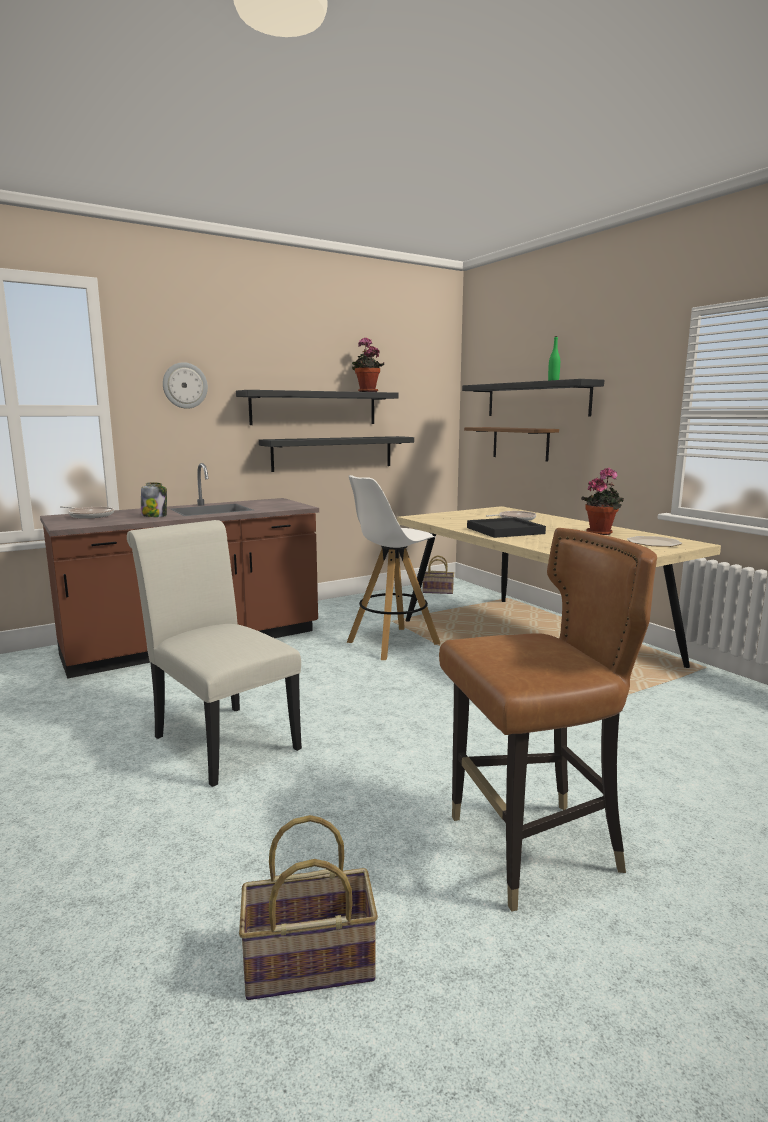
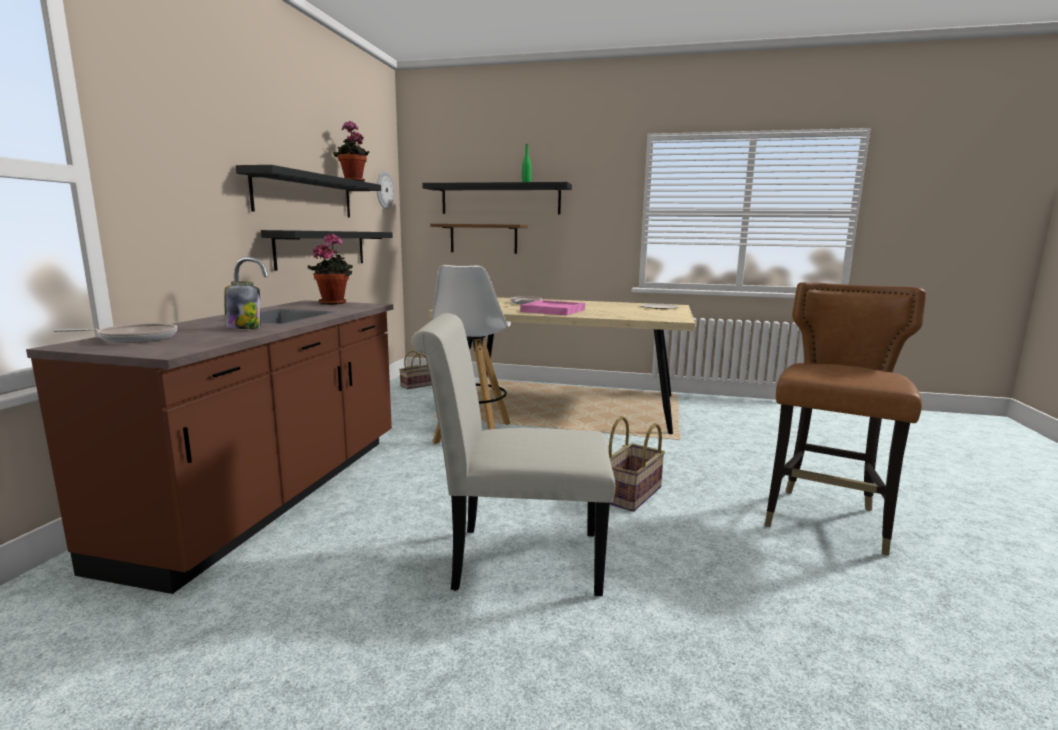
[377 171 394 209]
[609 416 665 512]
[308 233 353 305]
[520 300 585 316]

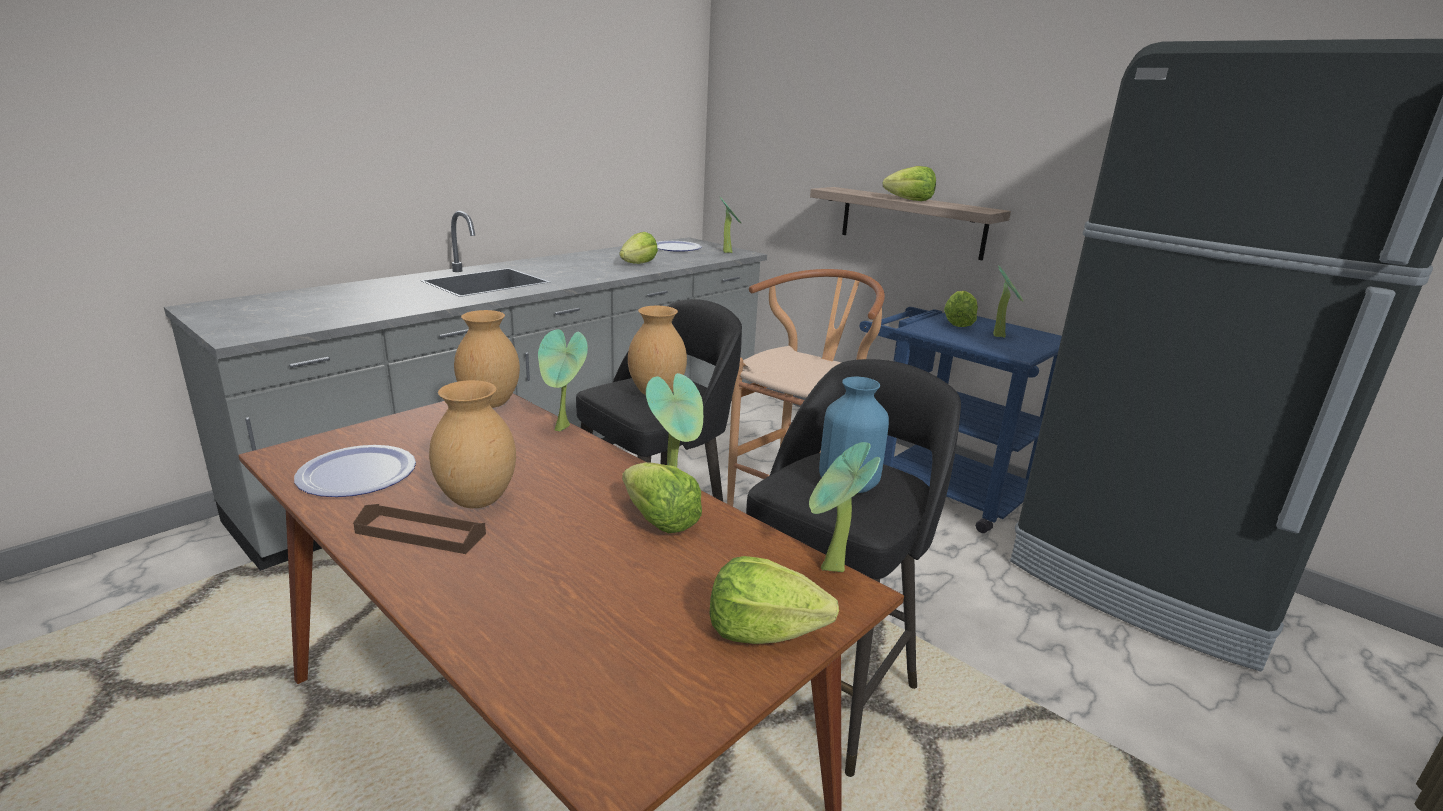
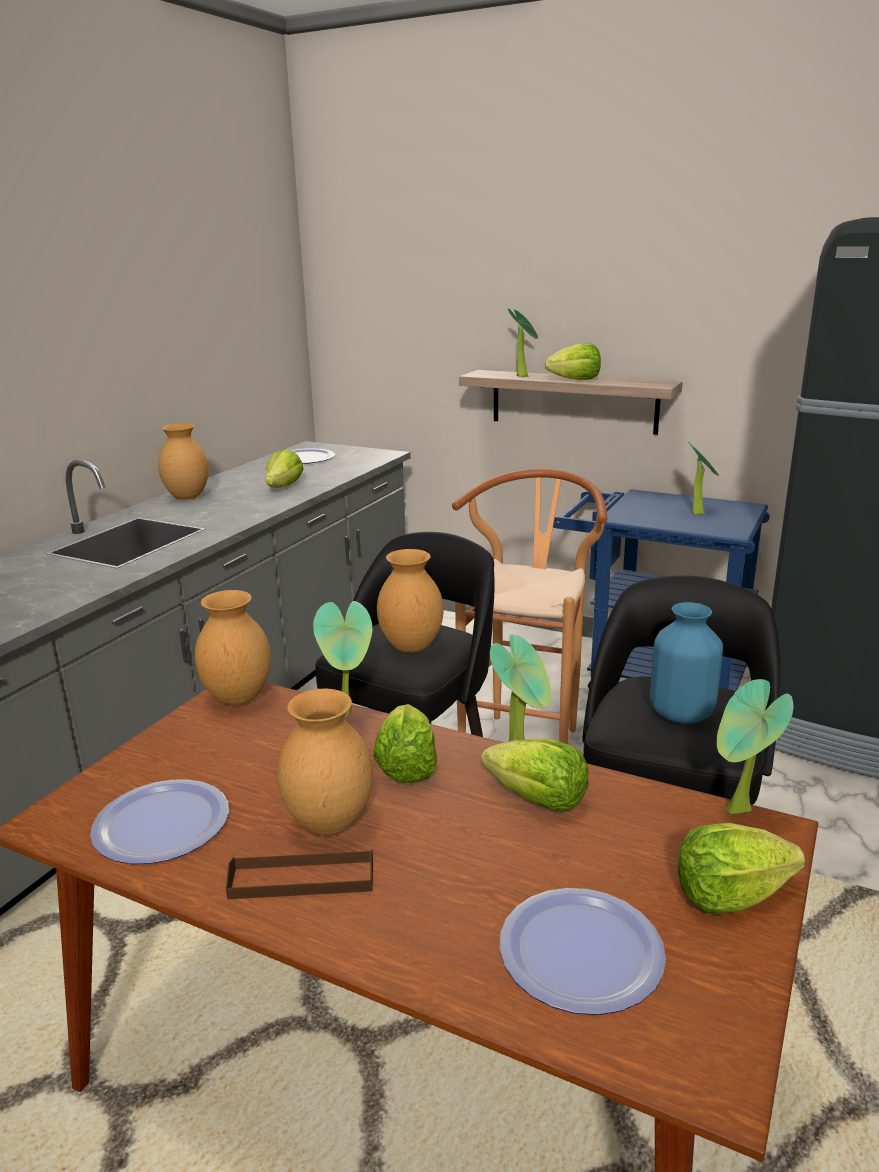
[158 423 209 500]
[500 888 666 1015]
[508 308 538 377]
[374 704 437 783]

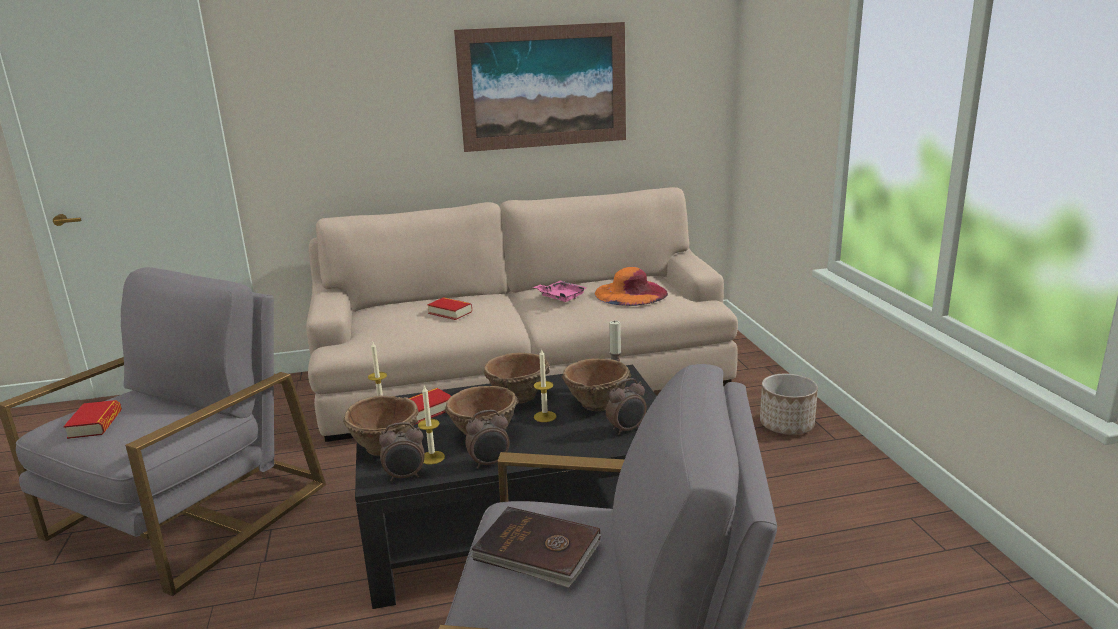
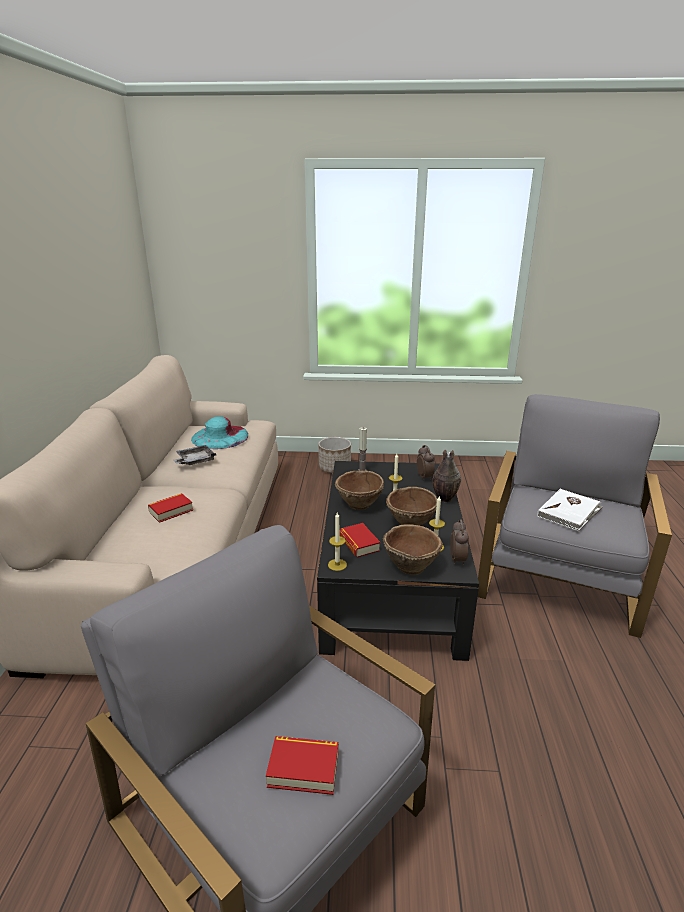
[454 22 626 152] (first image)
[465 410 510 469] (first image)
[562 358 631 411] (first image)
[432 450 461 502]
[537 489 603 531]
[173 445 216 465]
[191 416 248 449]

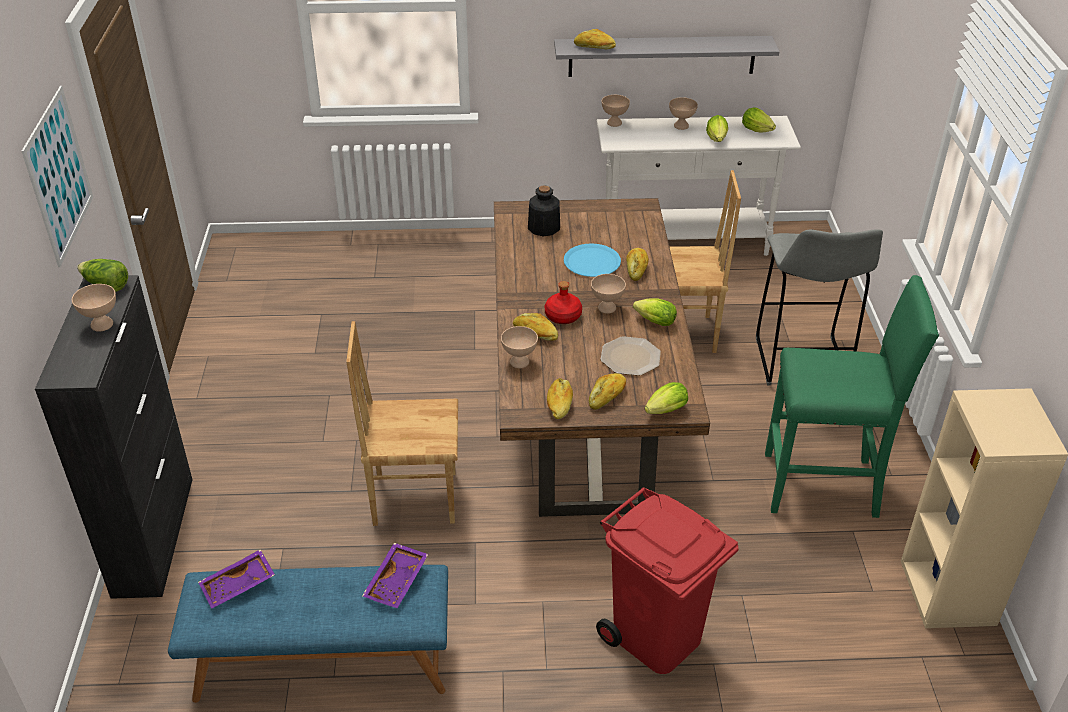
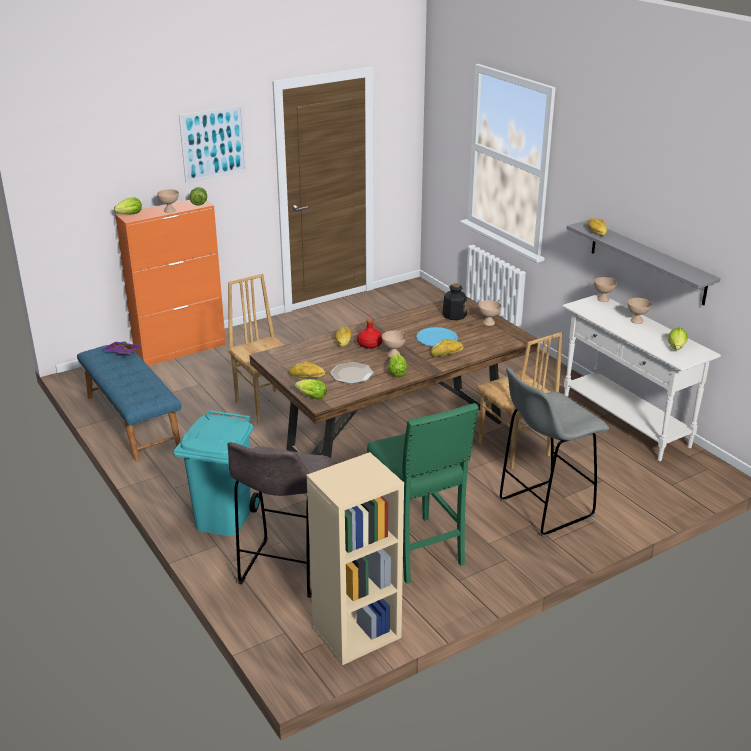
[362 543 428 608] (first image)
[547 378 573 419] (first image)
[227 442 334 598]
[478 300 502 326]
[114 197 142 215]
[115 200 226 366]
[174 410 260 536]

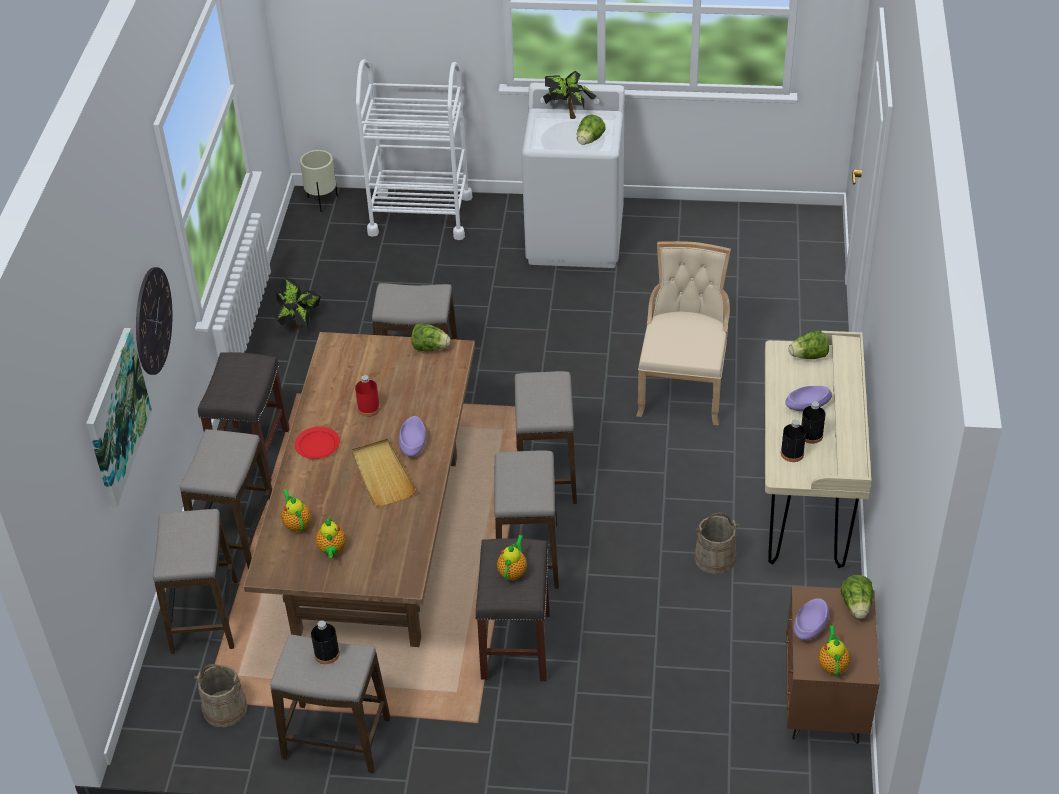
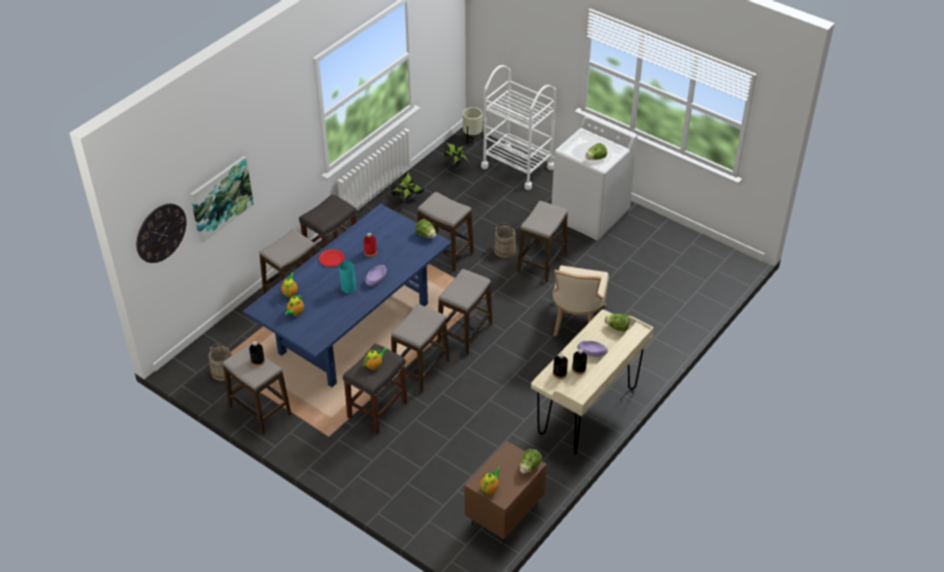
[794 598 829 640] (first image)
[136 204 187 263]
[517 201 568 282]
[443 142 469 171]
[494 222 516 258]
[339 261 356 293]
[243 204 452 387]
[552 265 609 336]

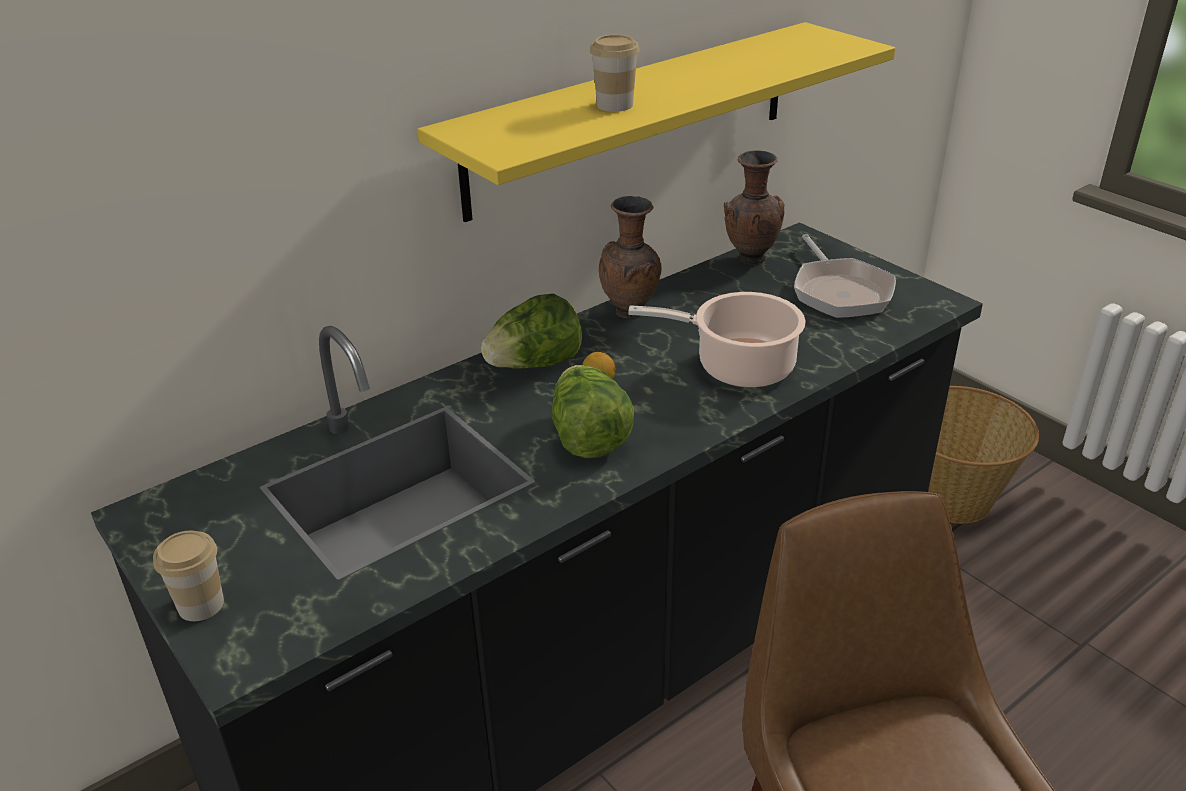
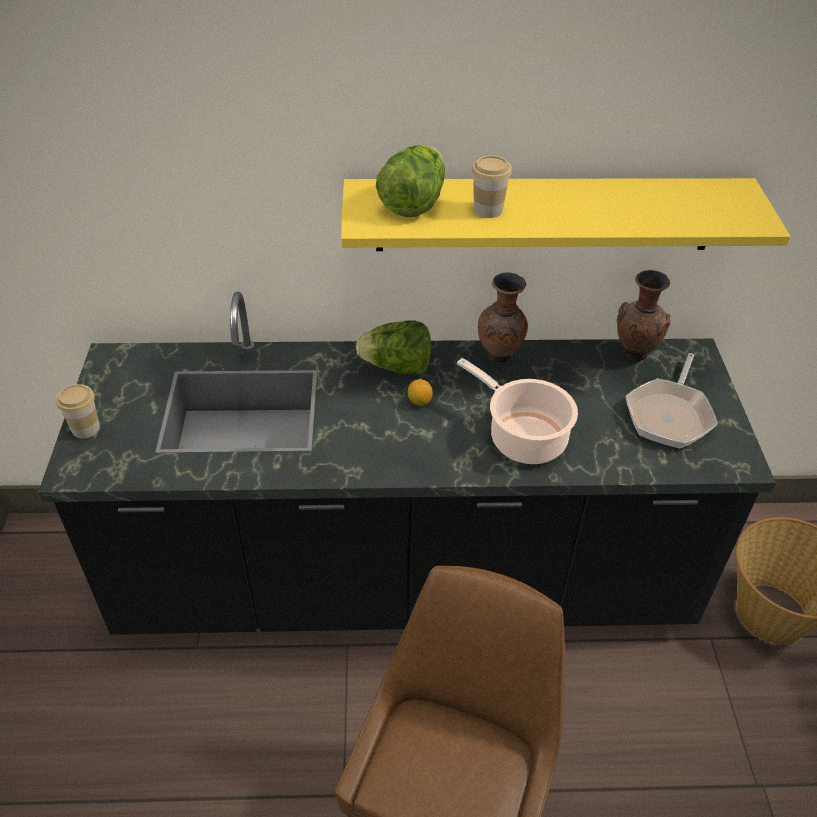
[376 145 445 217]

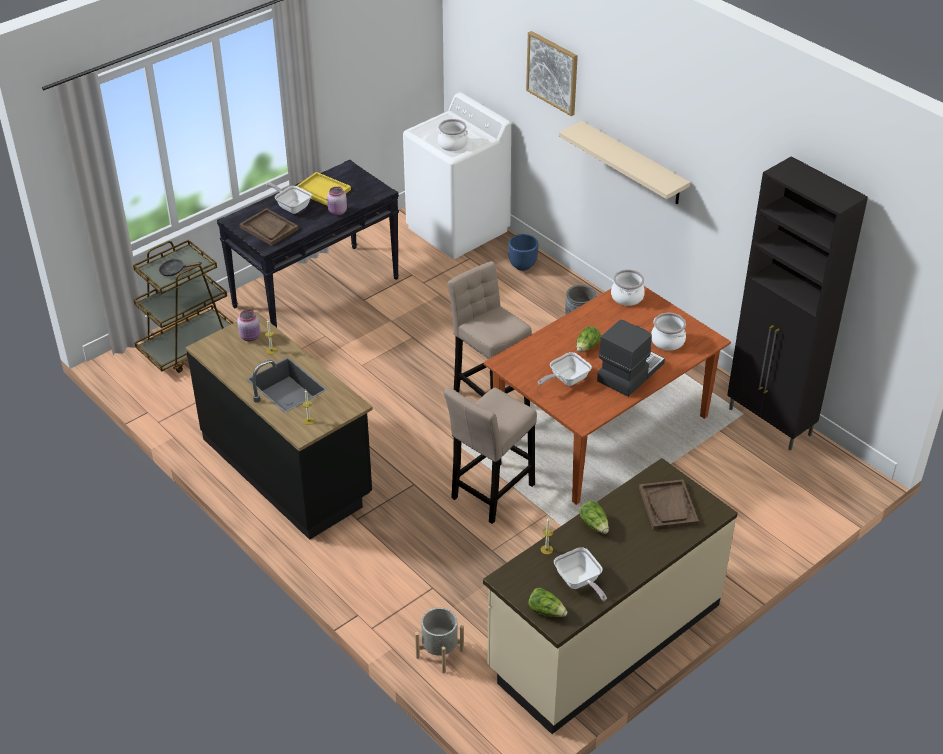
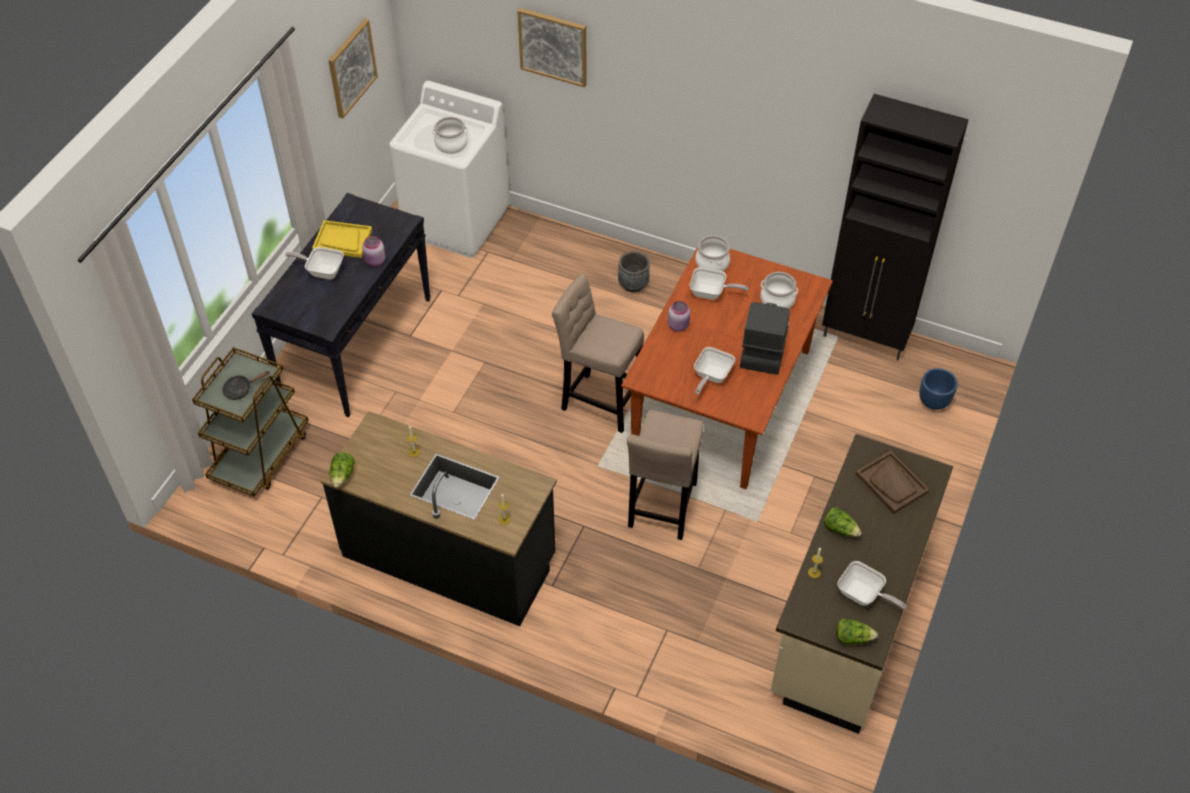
[239 208 299 246] (first image)
[415 607 464 673] (first image)
[559 121 690 205] (first image)
[328 19 378 118]
[690 267 749 300]
[668 301 690 332]
[920 368 958 410]
[330 452 355 488]

